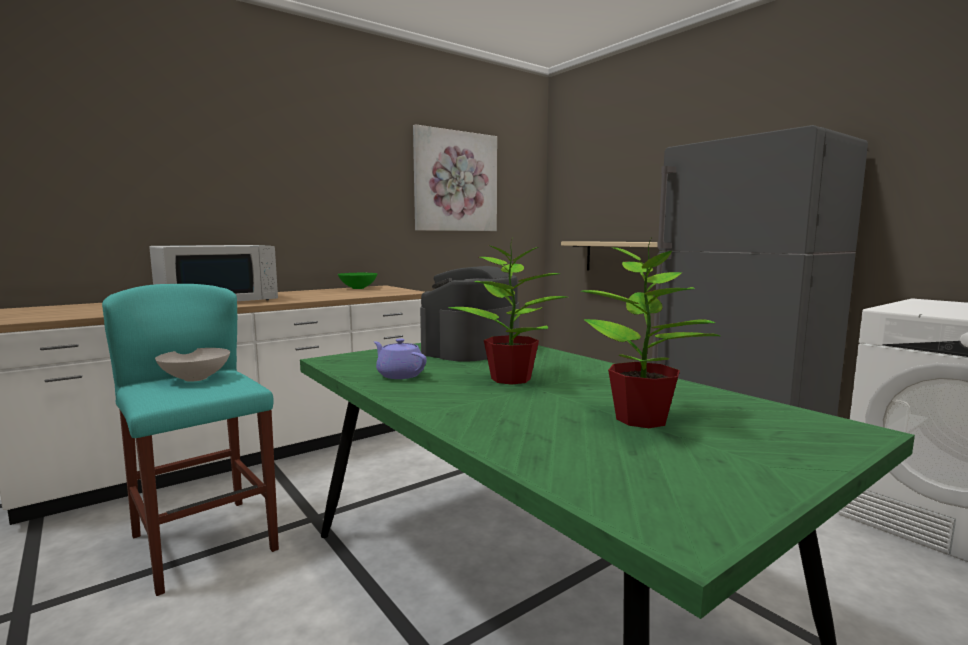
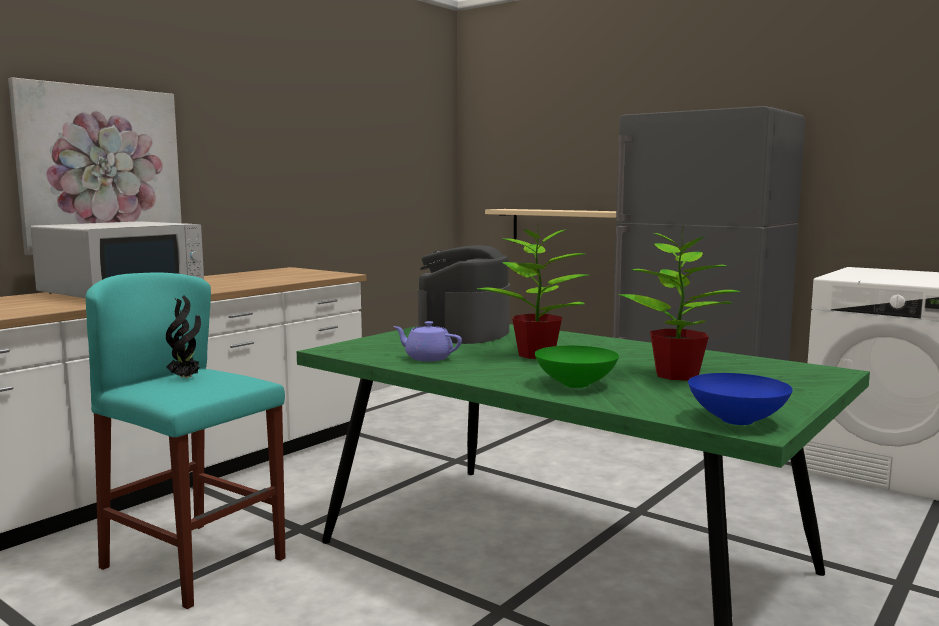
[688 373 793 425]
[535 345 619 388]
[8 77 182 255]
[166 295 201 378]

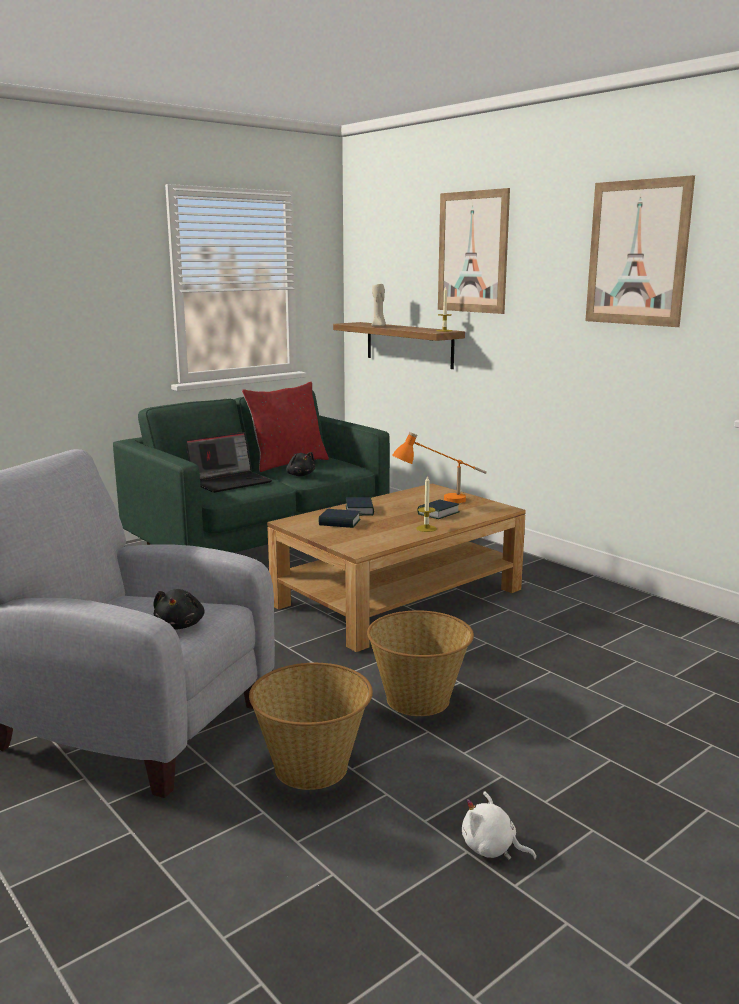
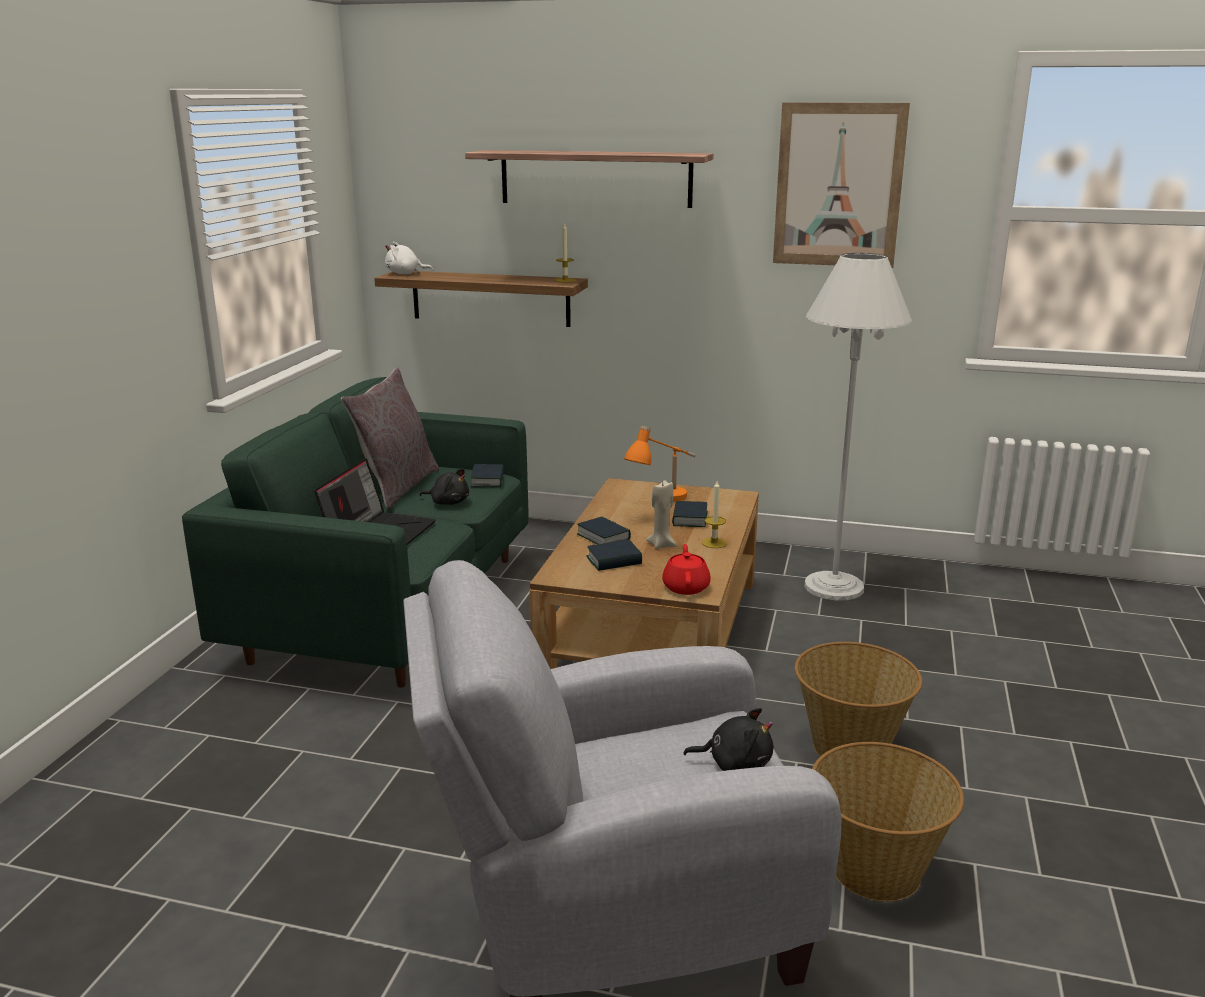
[471 464 504 487]
[662 544 711 595]
[804 253 912 601]
[646 481 677 549]
[385 242 433 274]
[465 150 714 208]
[341 367 439 509]
[683 708 774 771]

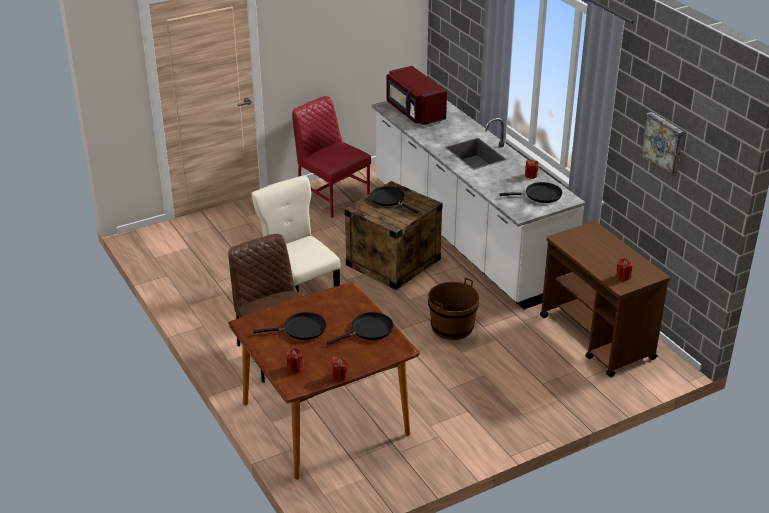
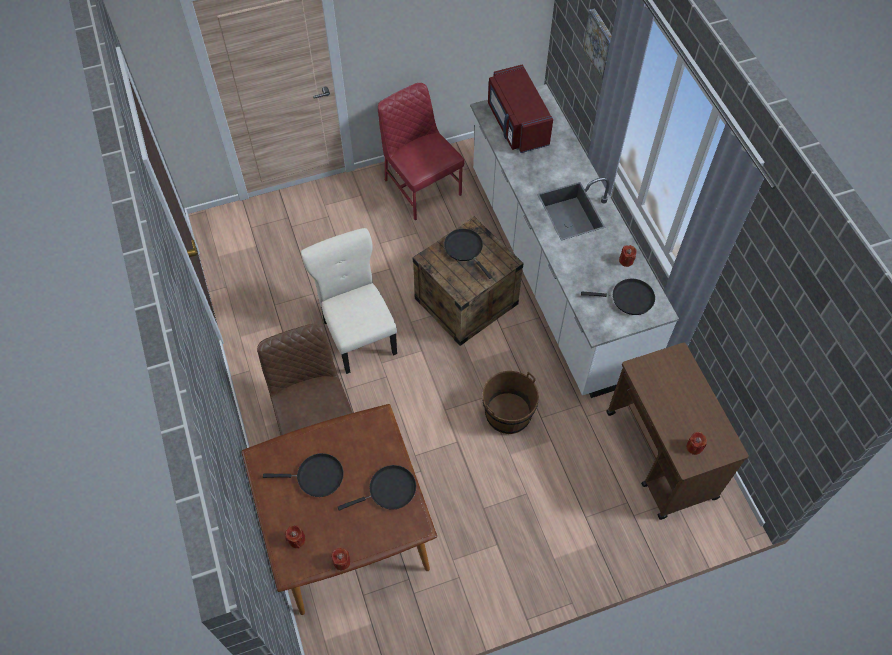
[583 8 612 80]

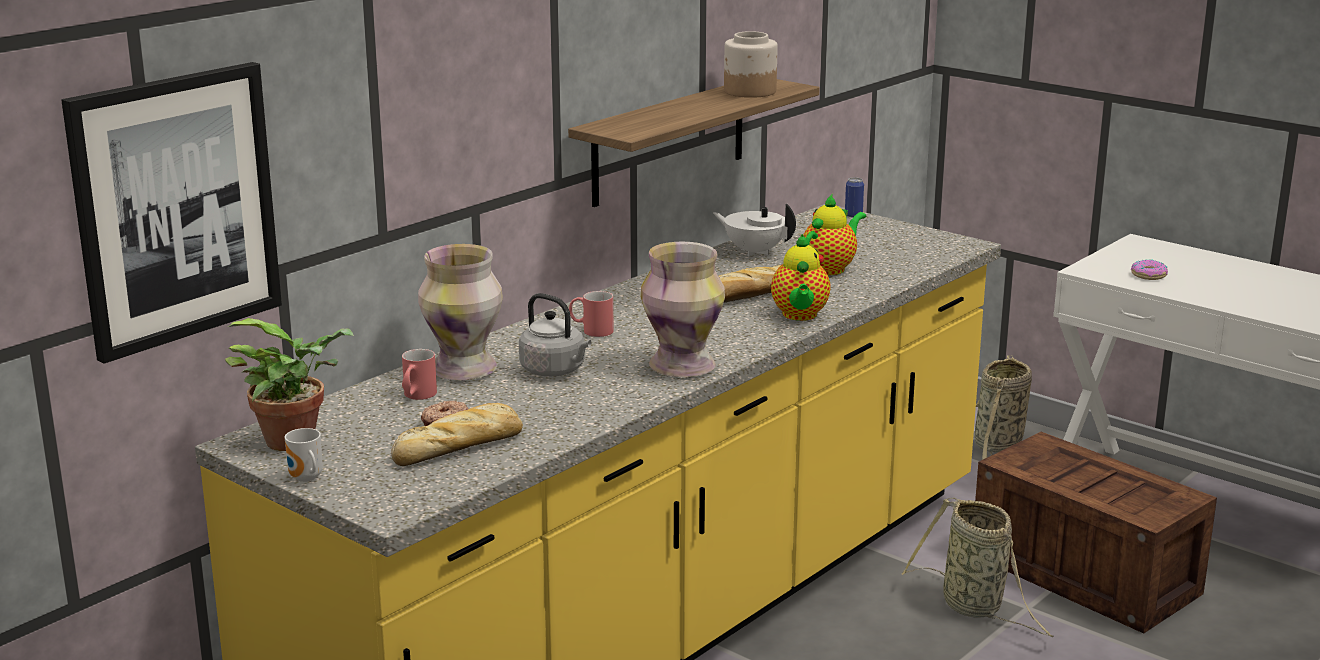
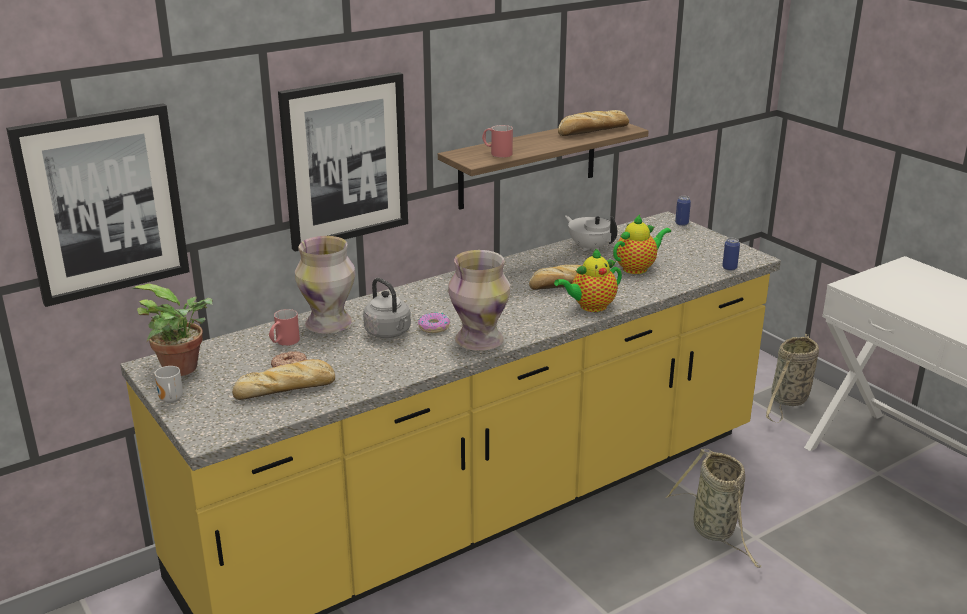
[975 432 1217 634] (first image)
[278 72 408 252]
[722 238 740 271]
[482 125 513 158]
[418 313 450 333]
[558 110 629 136]
[554 248 622 312]

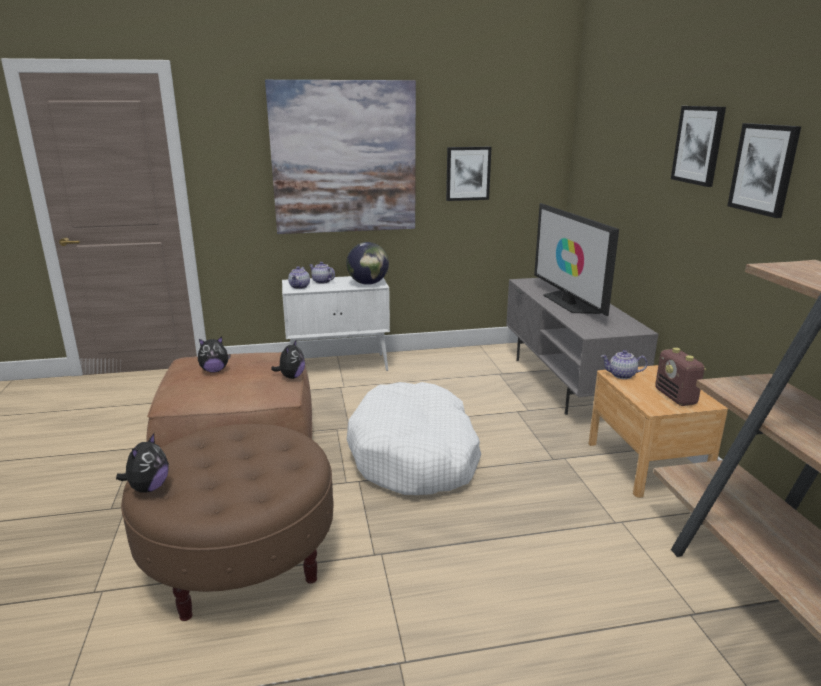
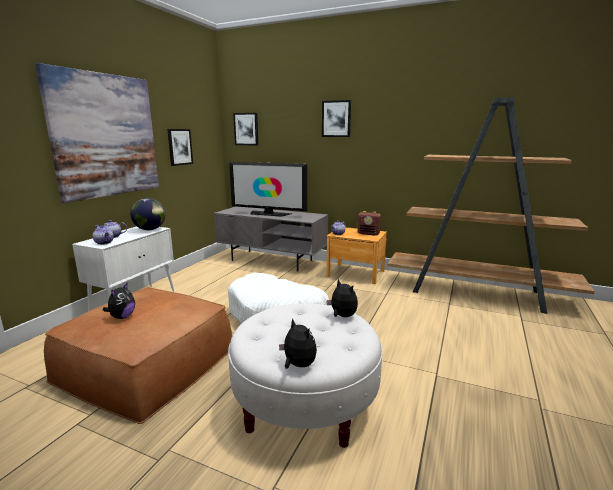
[327 279 358 317]
[233 113 258 146]
[228 303 383 448]

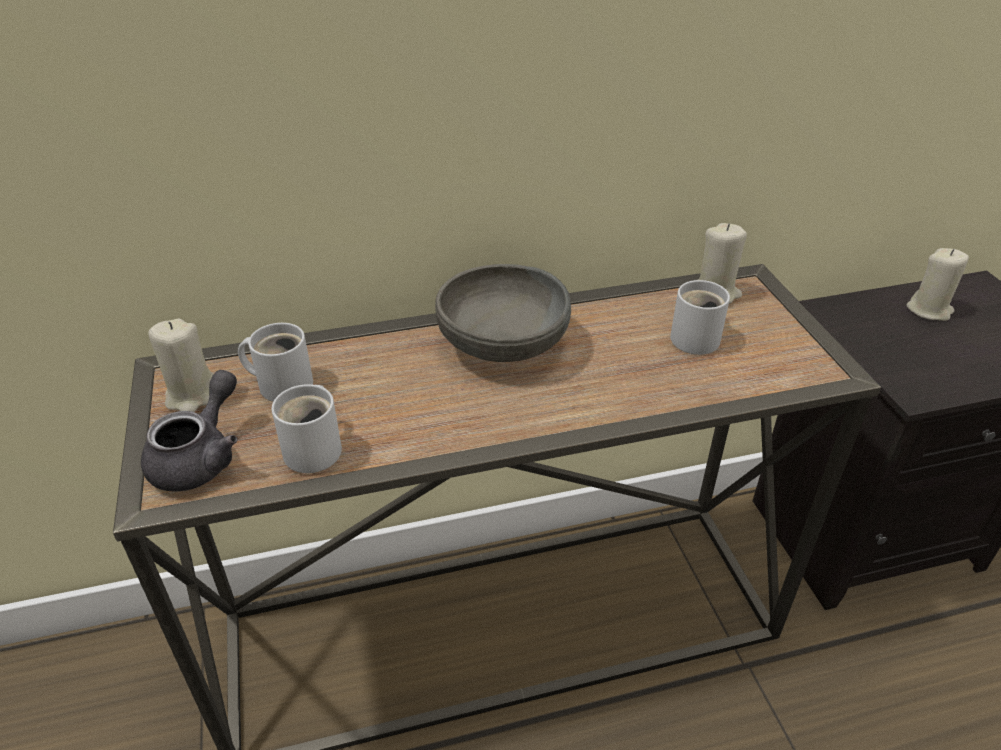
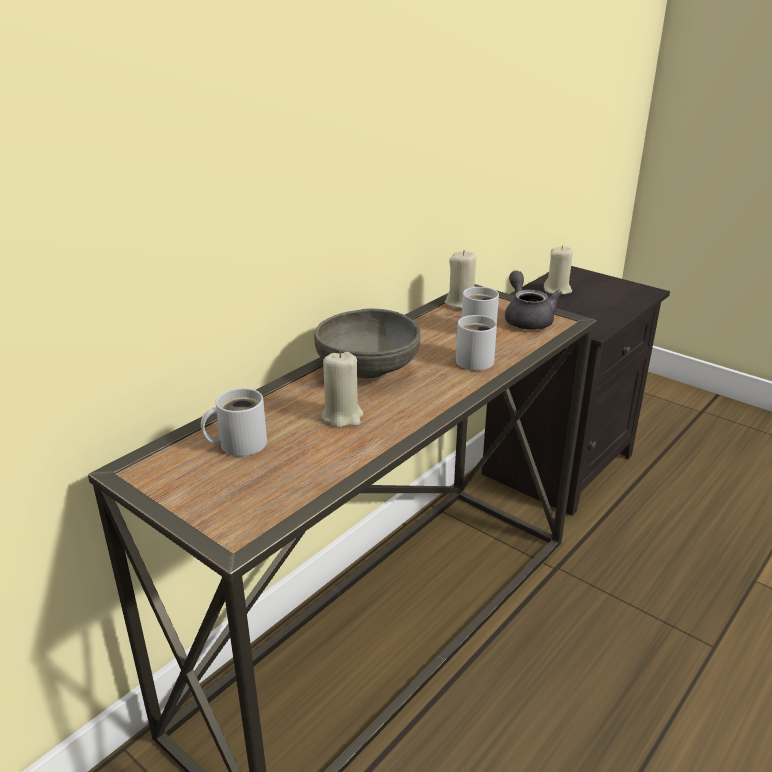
[505 271 562 330]
[322 351 363 428]
[456 315 497 371]

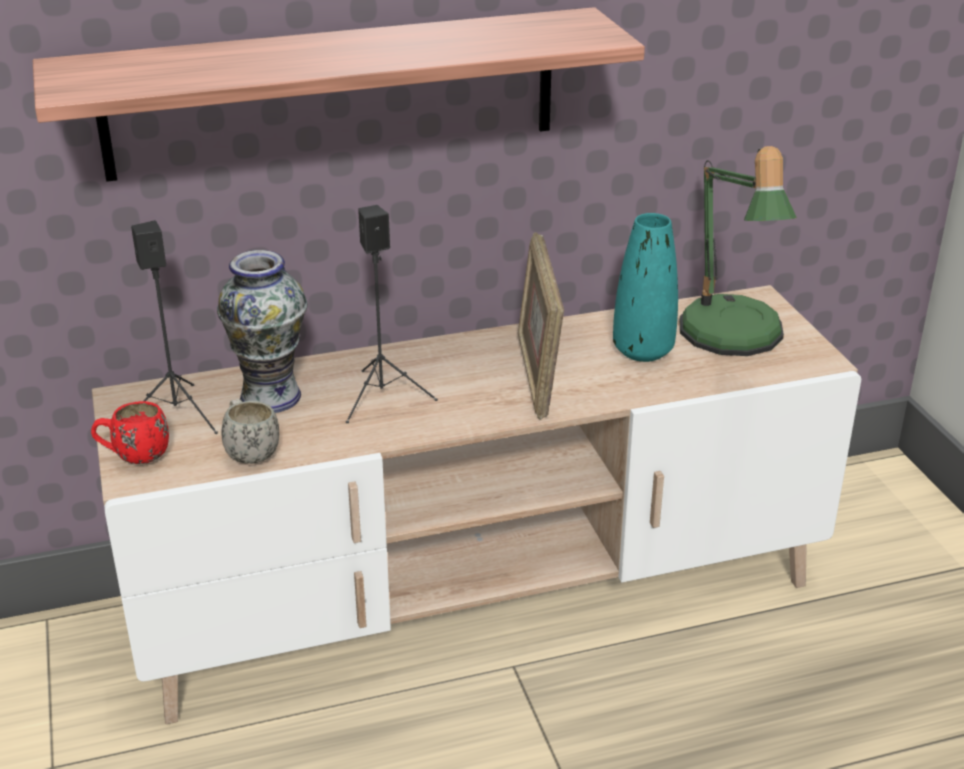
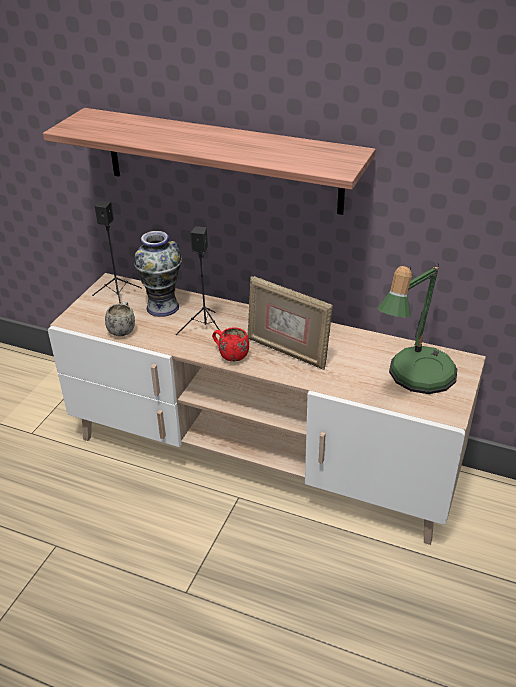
[613 213 678 362] (first image)
[212 327 249 362]
[248 276 333 370]

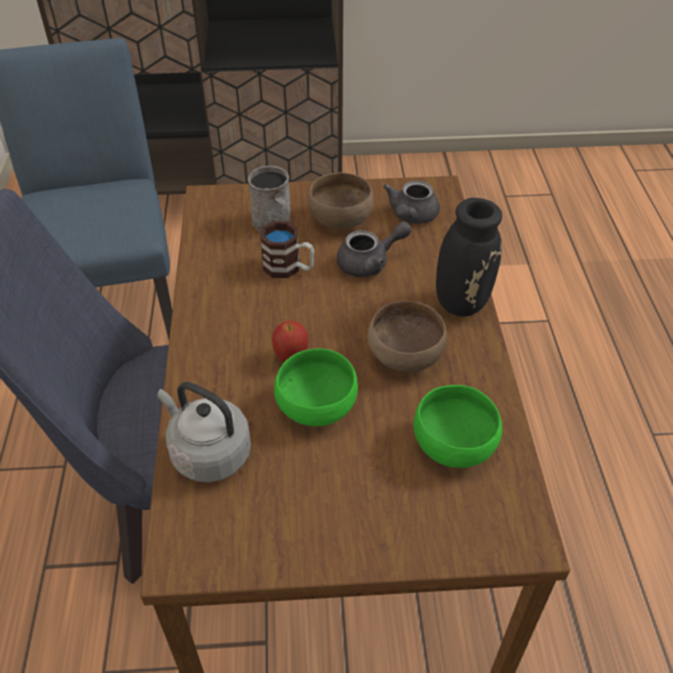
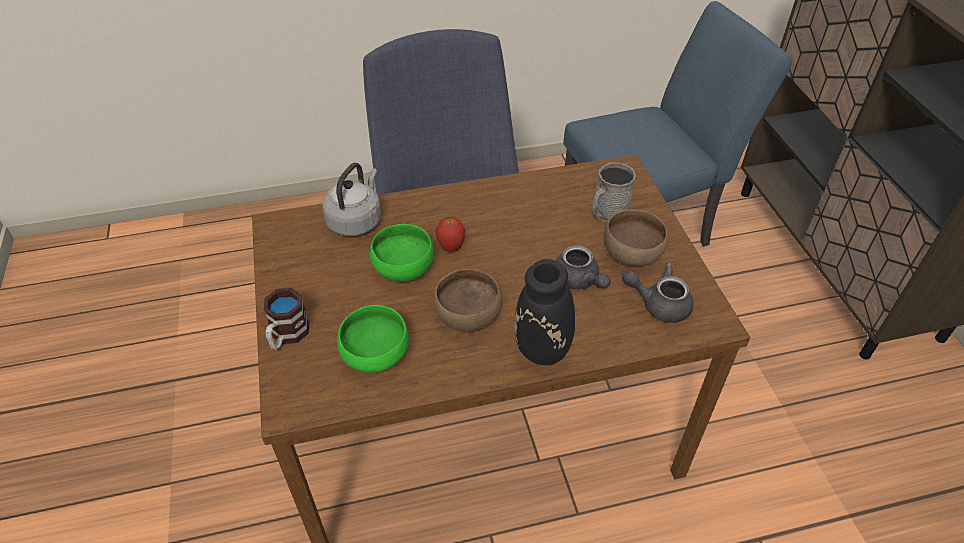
[264 288 309 350]

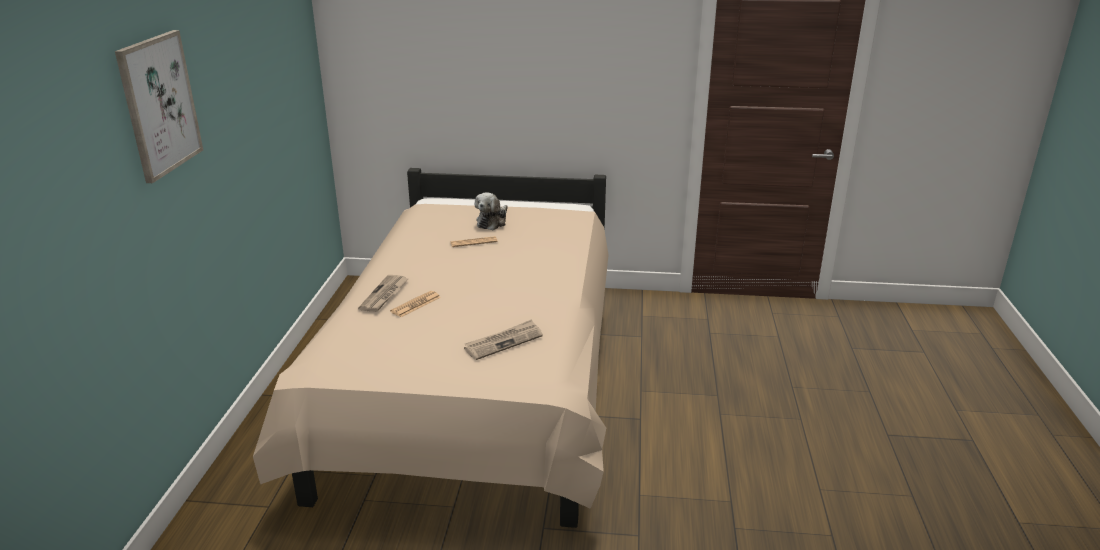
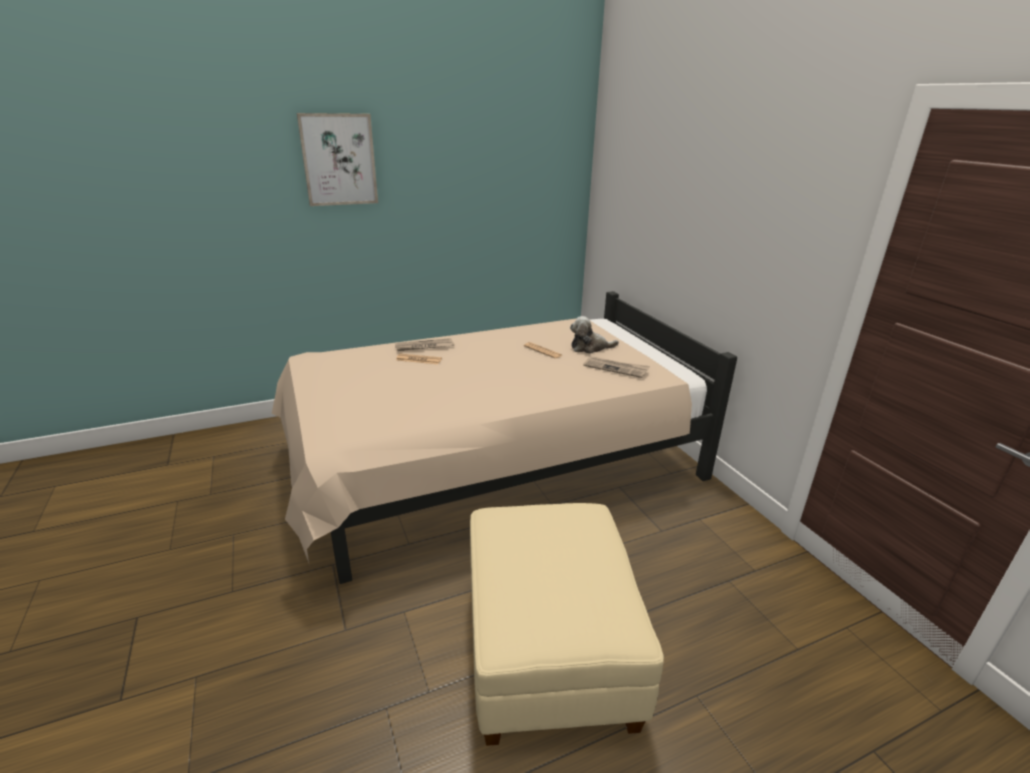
[470 503 664 746]
[583 356 650 378]

